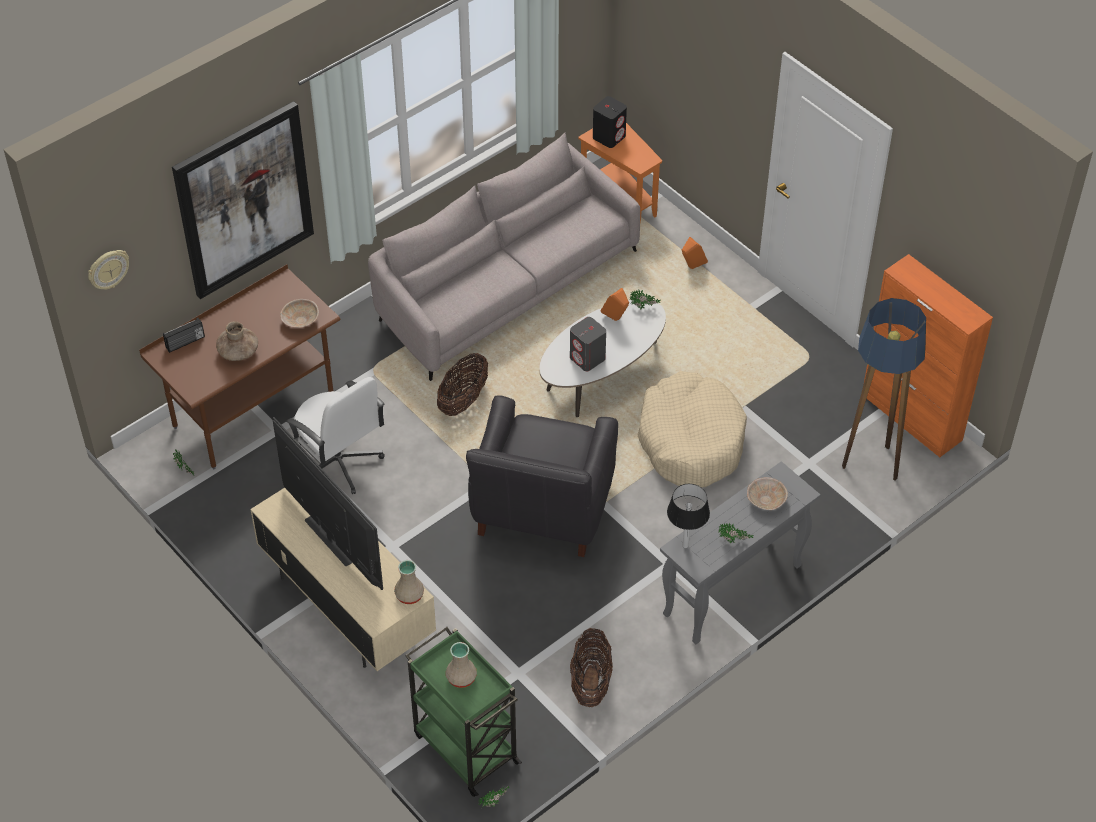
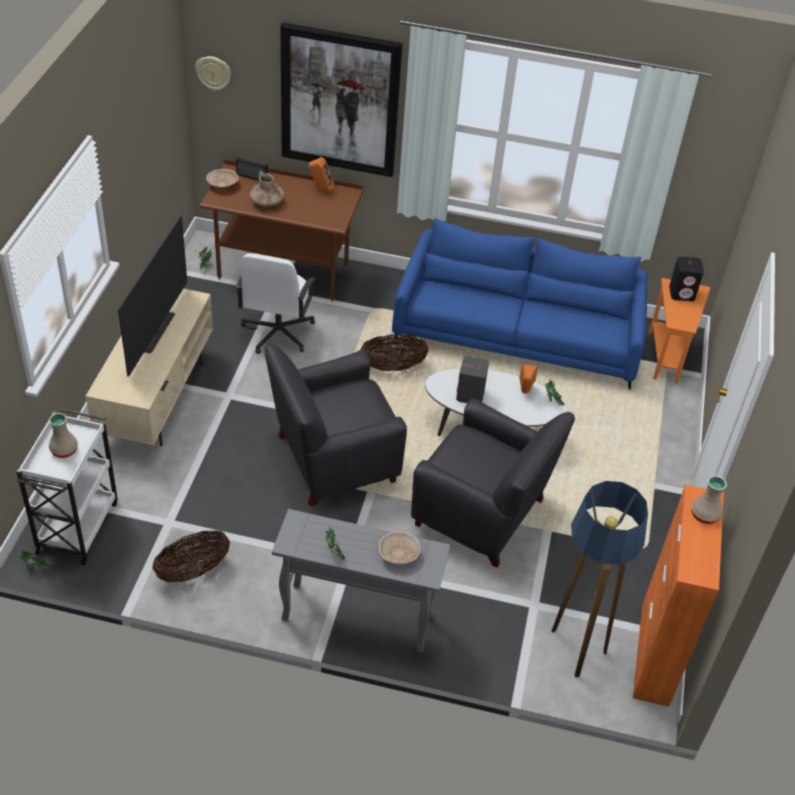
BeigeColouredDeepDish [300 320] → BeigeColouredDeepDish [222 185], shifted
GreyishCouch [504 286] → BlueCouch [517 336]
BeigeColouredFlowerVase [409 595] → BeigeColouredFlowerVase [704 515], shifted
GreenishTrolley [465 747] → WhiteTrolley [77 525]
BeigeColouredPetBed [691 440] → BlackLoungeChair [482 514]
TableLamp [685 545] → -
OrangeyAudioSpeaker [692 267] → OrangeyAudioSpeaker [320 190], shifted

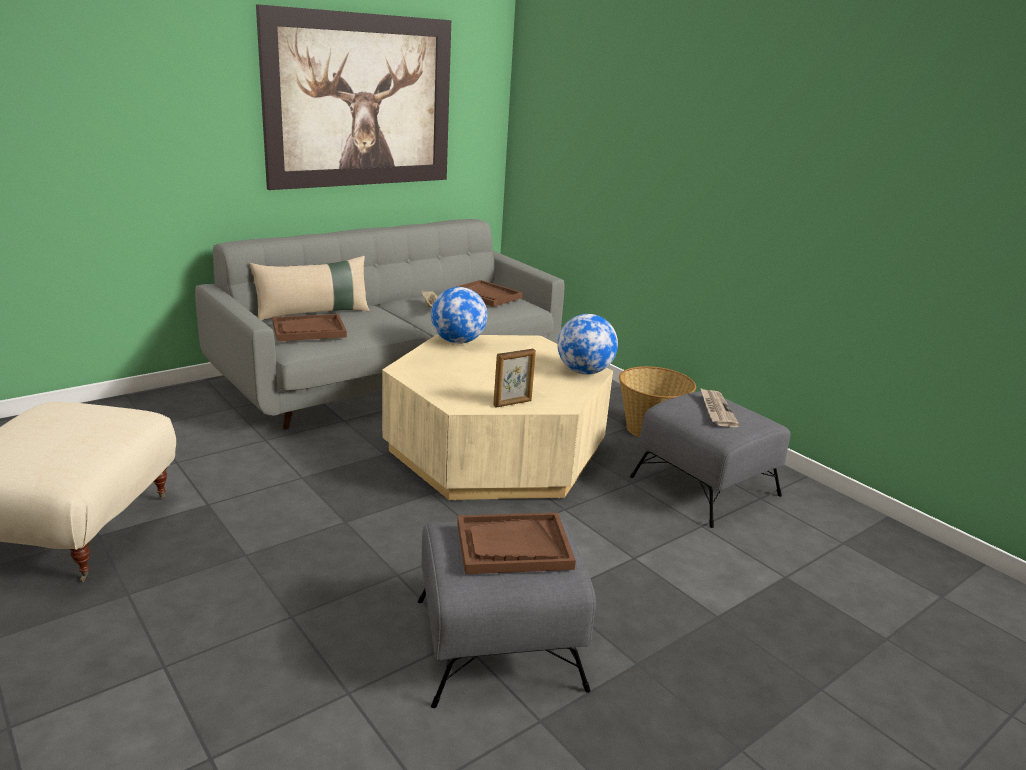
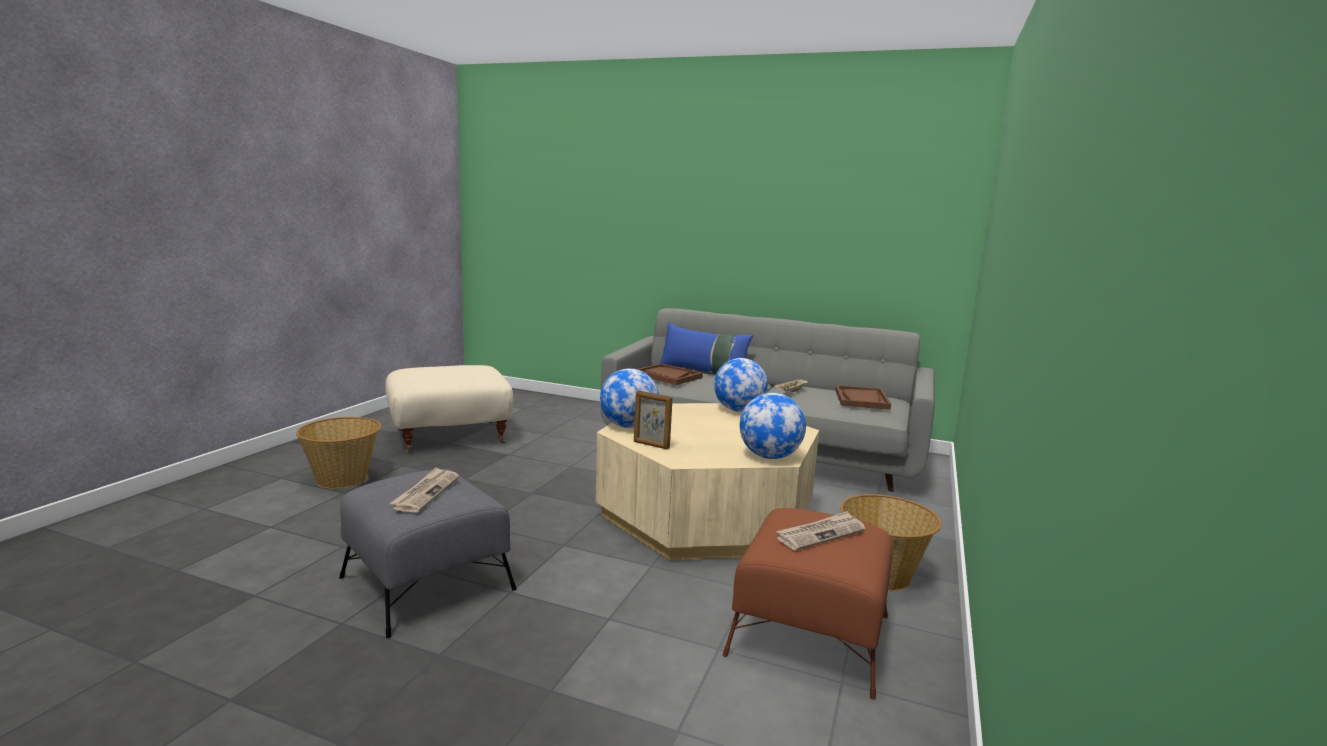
BeigeColouredPillow [313 313] → BluePillow [703 372]
Picture [360 101] → -
BrownishTray [513 546] → Newspaper [426 492]
GreyishOttoman [705 486] → BrownishOttoman [808 635]
- → Basket [343 479]
- → WorldGlobe [628 426]

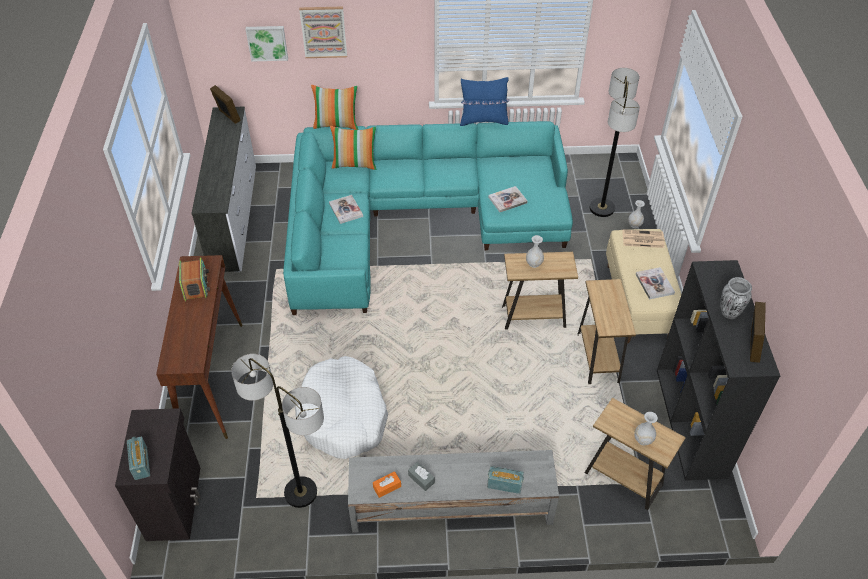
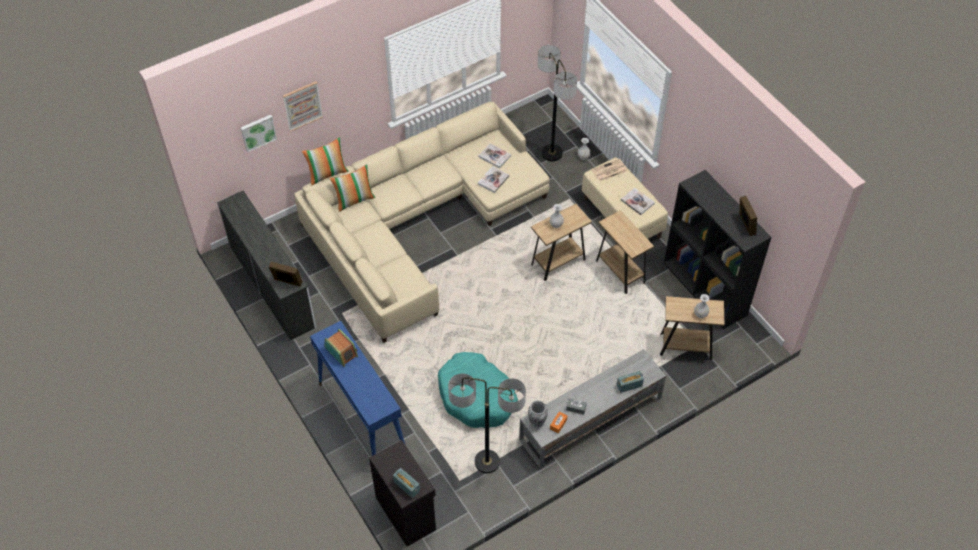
BrownishHallTable [213 378] → BlueHallTable [362 417]
PictureFrame [228 116] → PictureFrame [287 282], shifted
TurquoiseCouch [416 217] → BeigeColouredCouch [418 222]
WhitePetBed [343 415] → TurquoisePetBed [476 396]
Volume [346 210] → Volume [494 156], shifted
BluePillow [483 120] → -
FlowerVase [729 313] → FlowerVase [537 422], shifted

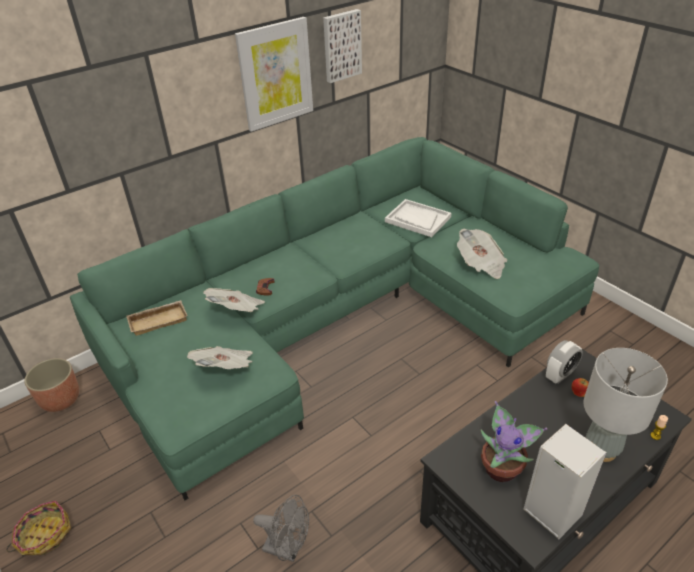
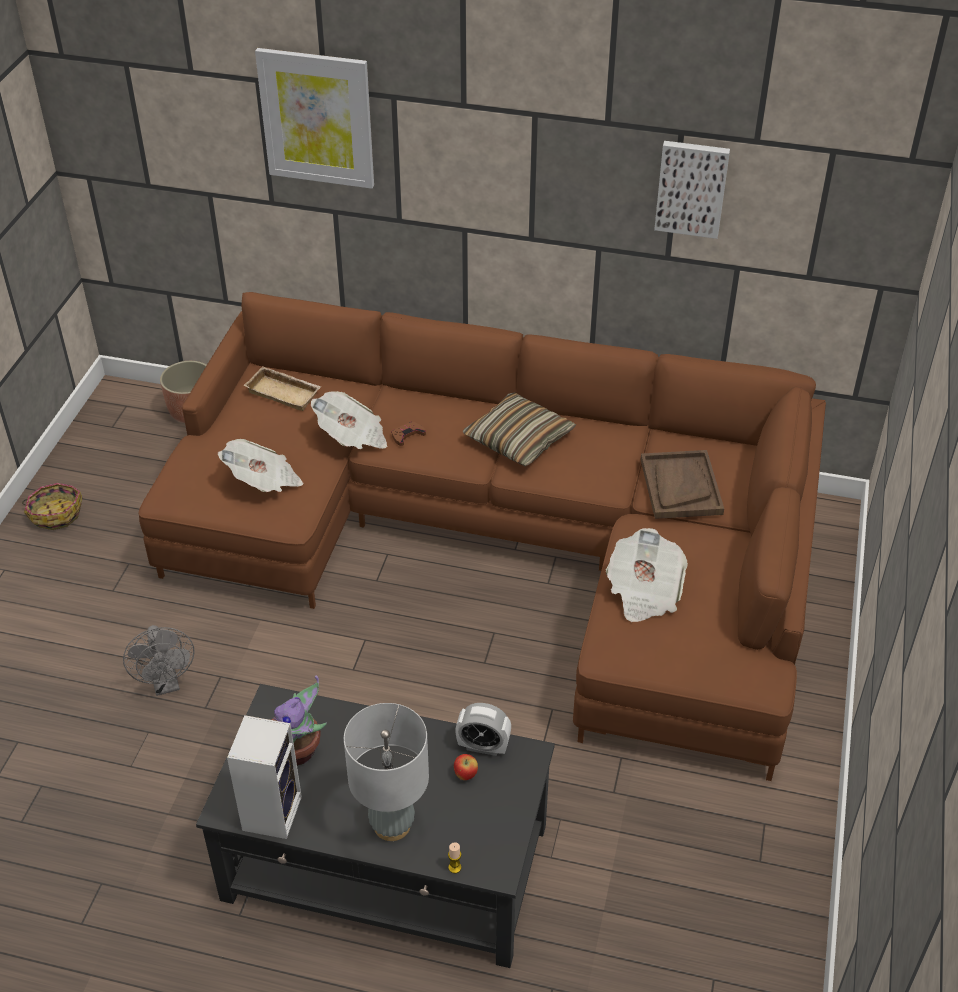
GreenishCouch [344 319] → BrownishCouch [510 545]
Picture [275 74] → Picture [317 118], shifted
WhiteTray [417 219] → BrownishTray [680 486]
- → Pillow [518 439]

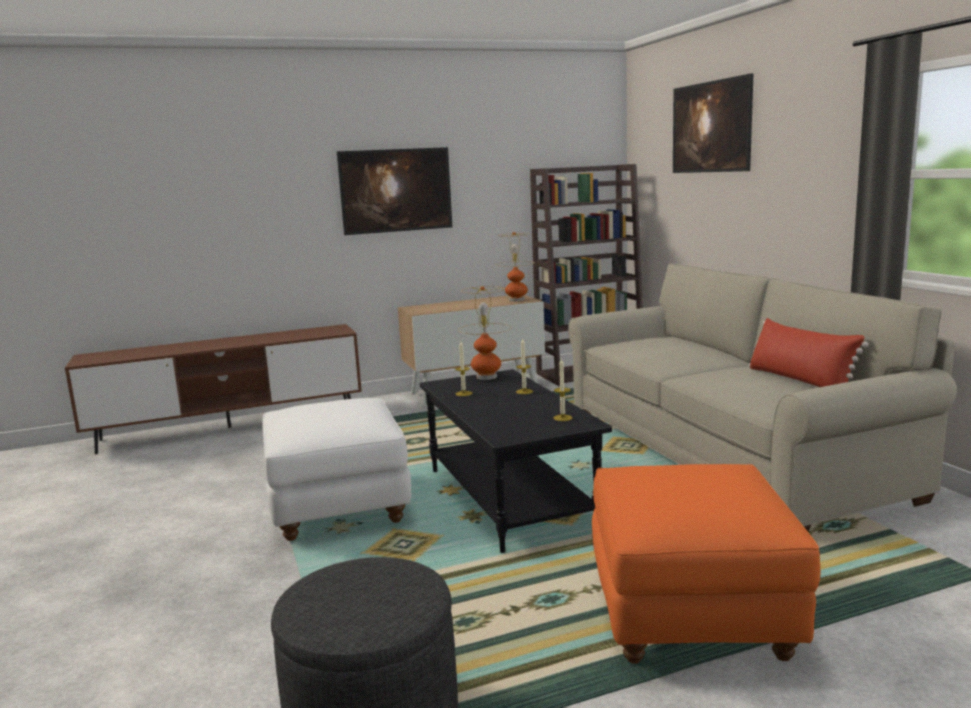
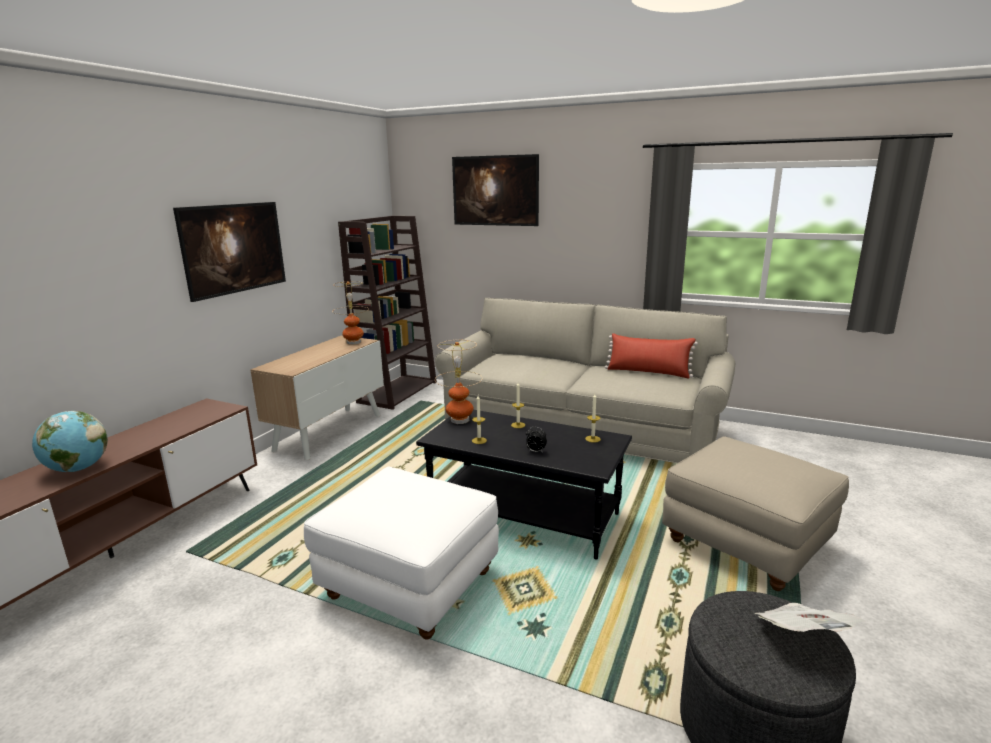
OrangeyOttoman [691 614] → BeigeColouredOttoman [746 544]
- → WorldGlobe [78 469]
- → BedsideClock [535 452]
- → Newspaper [803 637]

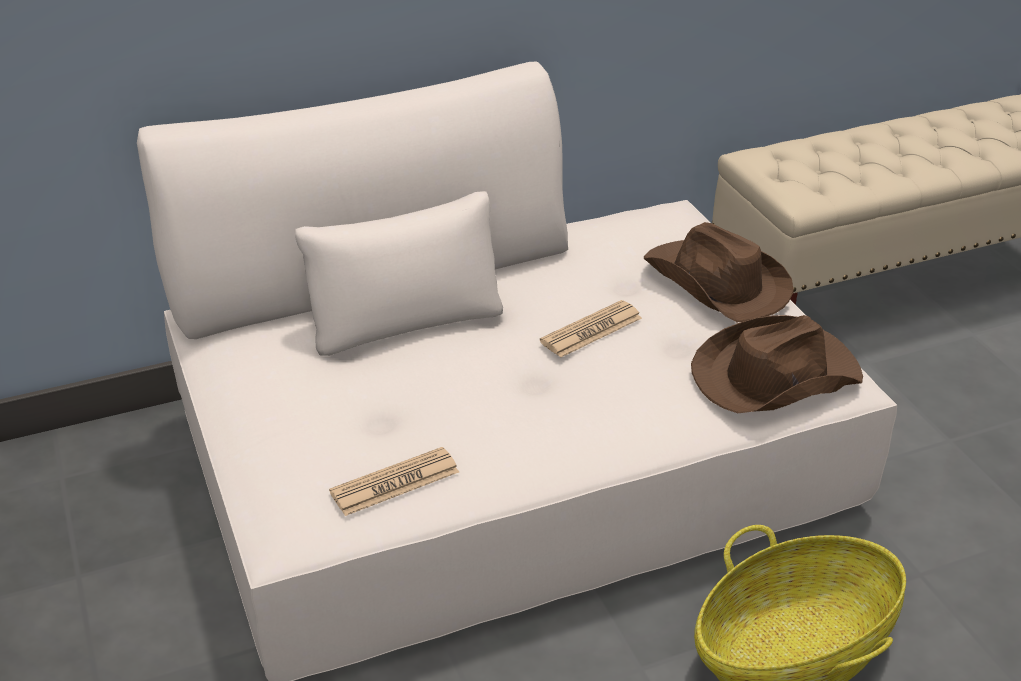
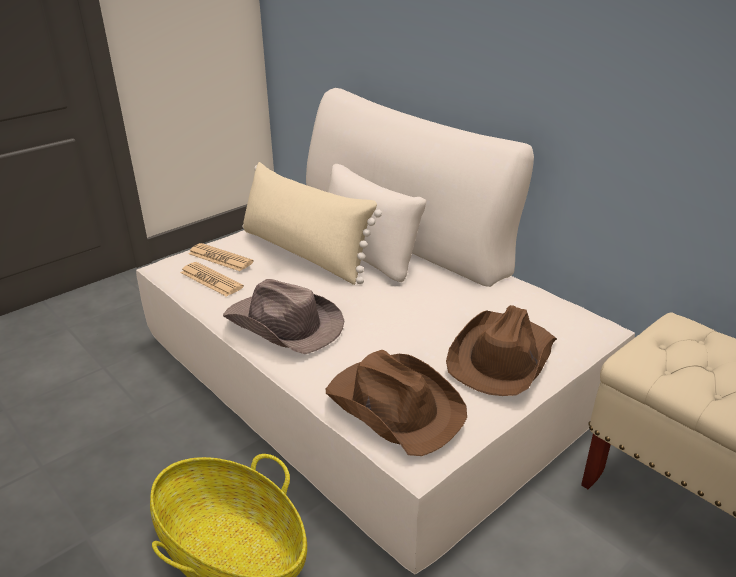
Newspaper [591 330] → Newspaper [220 258], shifted
- → BrownishHat [284 325]
- → BeigeColouredPillow [304 253]

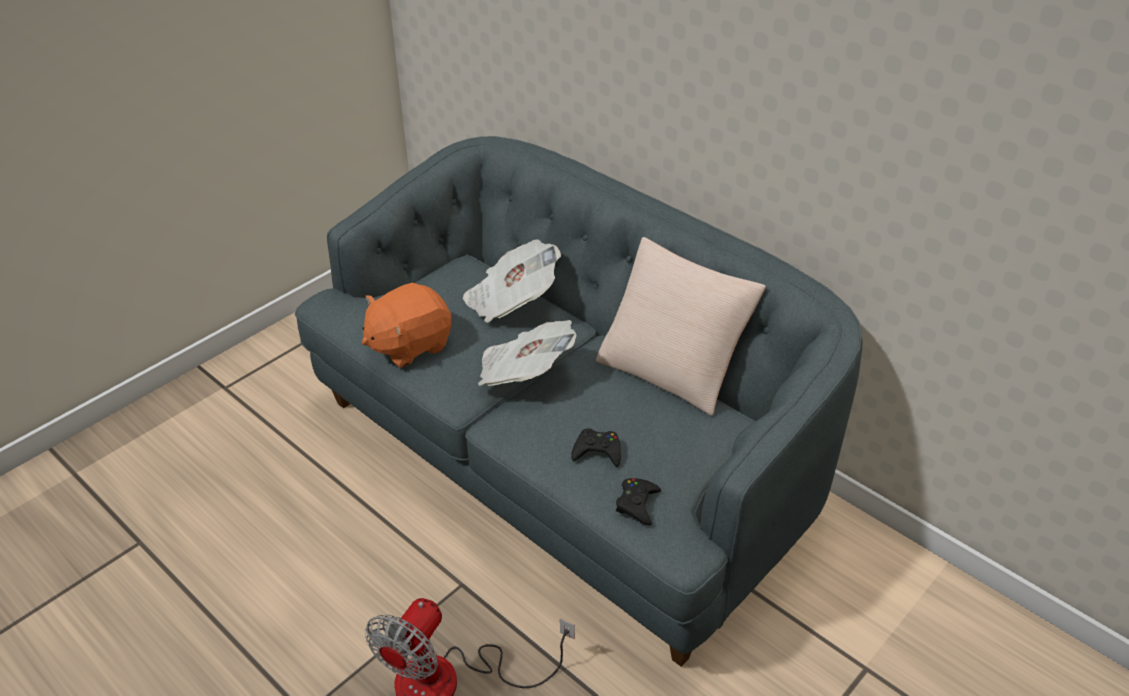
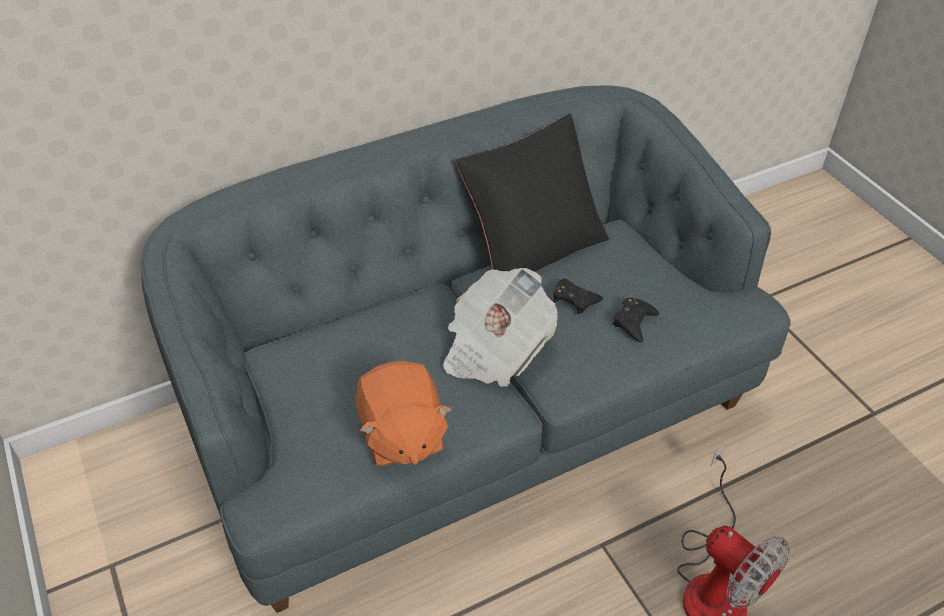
Newspaper [511 300] → -
BeigeColouredPillow [673 366] → BlackPillow [533 243]
BlackGameController [637 504] → BlackGameController [574 299], shifted

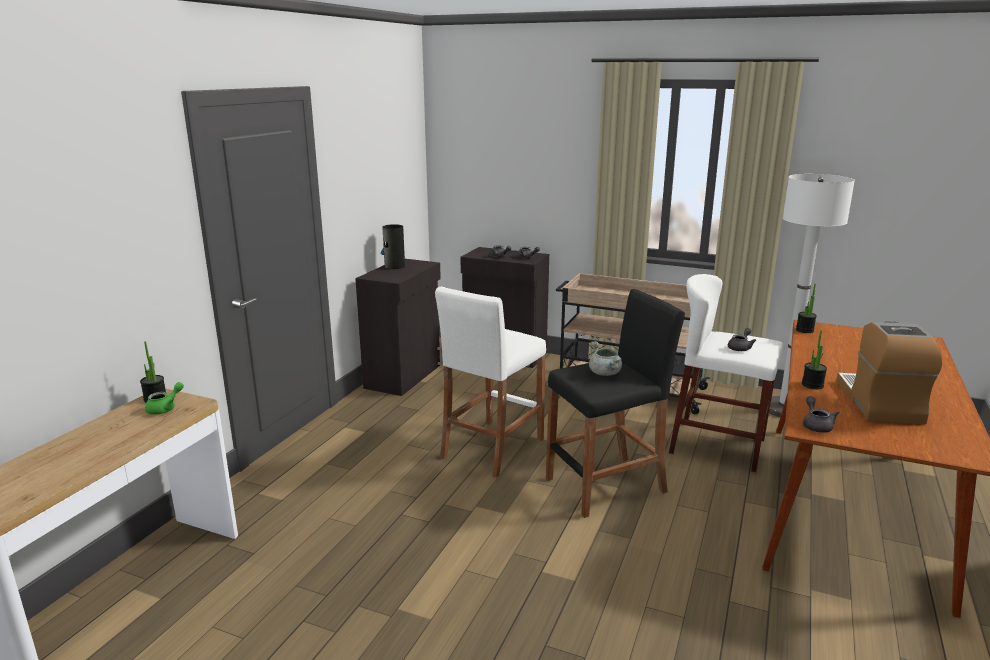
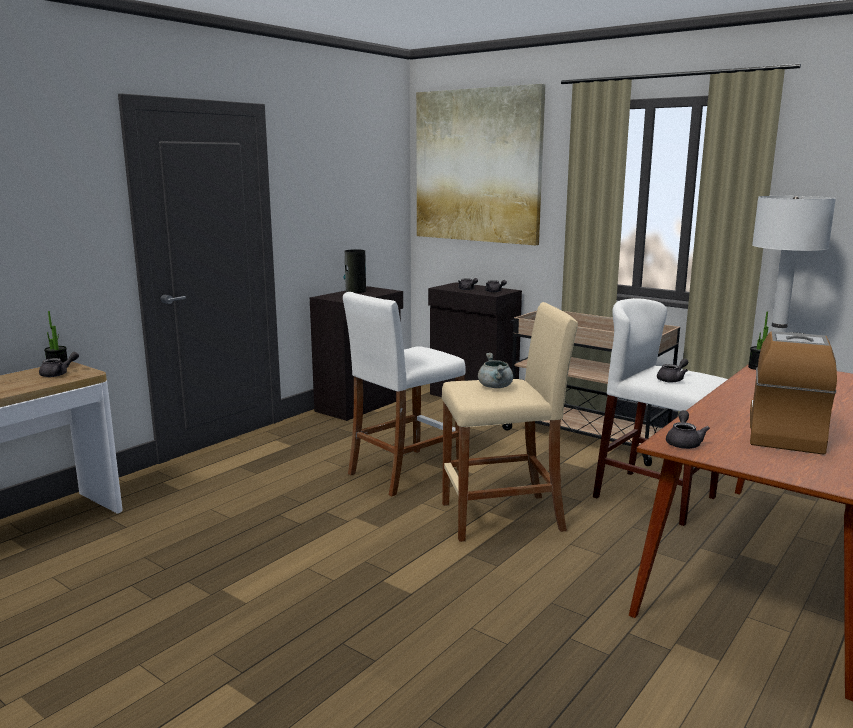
GreenishPotForTea [165 408] → GreyishPotForTea [58 374]
BlackStool [606 485] → BeigeColouredStool [502 517]
Houseplant [812 385] → -
- → Picture [477 166]

